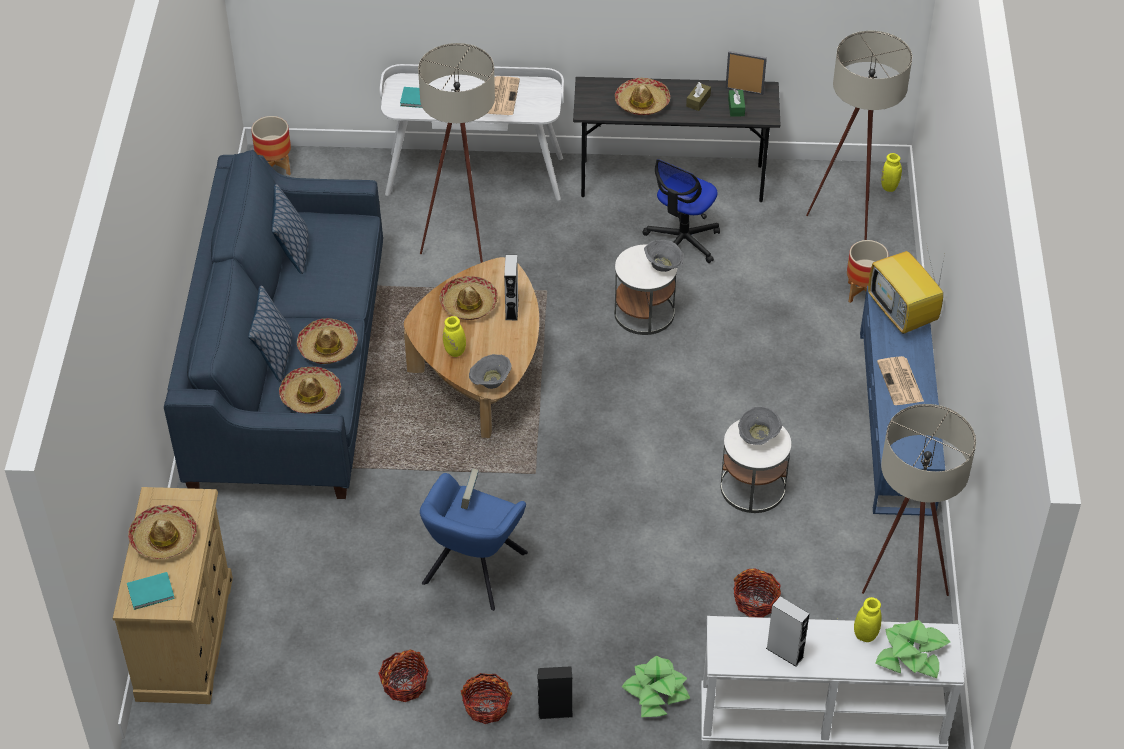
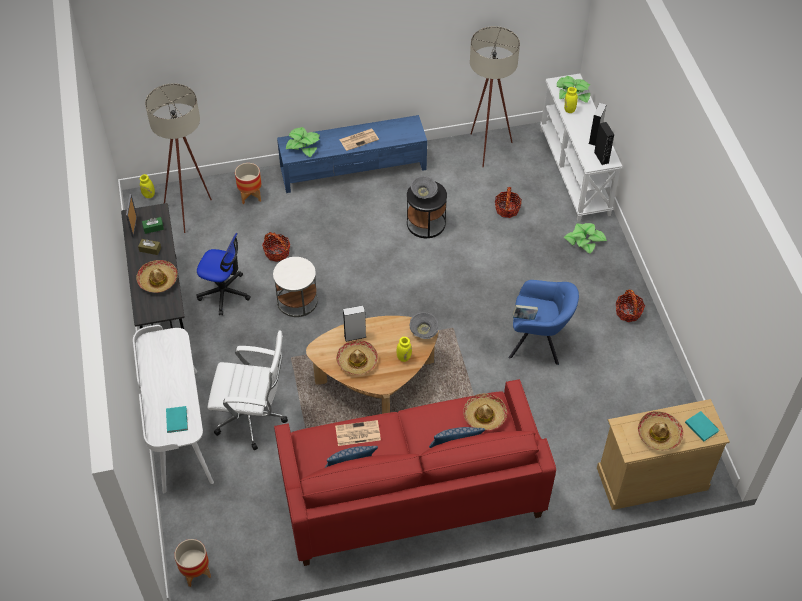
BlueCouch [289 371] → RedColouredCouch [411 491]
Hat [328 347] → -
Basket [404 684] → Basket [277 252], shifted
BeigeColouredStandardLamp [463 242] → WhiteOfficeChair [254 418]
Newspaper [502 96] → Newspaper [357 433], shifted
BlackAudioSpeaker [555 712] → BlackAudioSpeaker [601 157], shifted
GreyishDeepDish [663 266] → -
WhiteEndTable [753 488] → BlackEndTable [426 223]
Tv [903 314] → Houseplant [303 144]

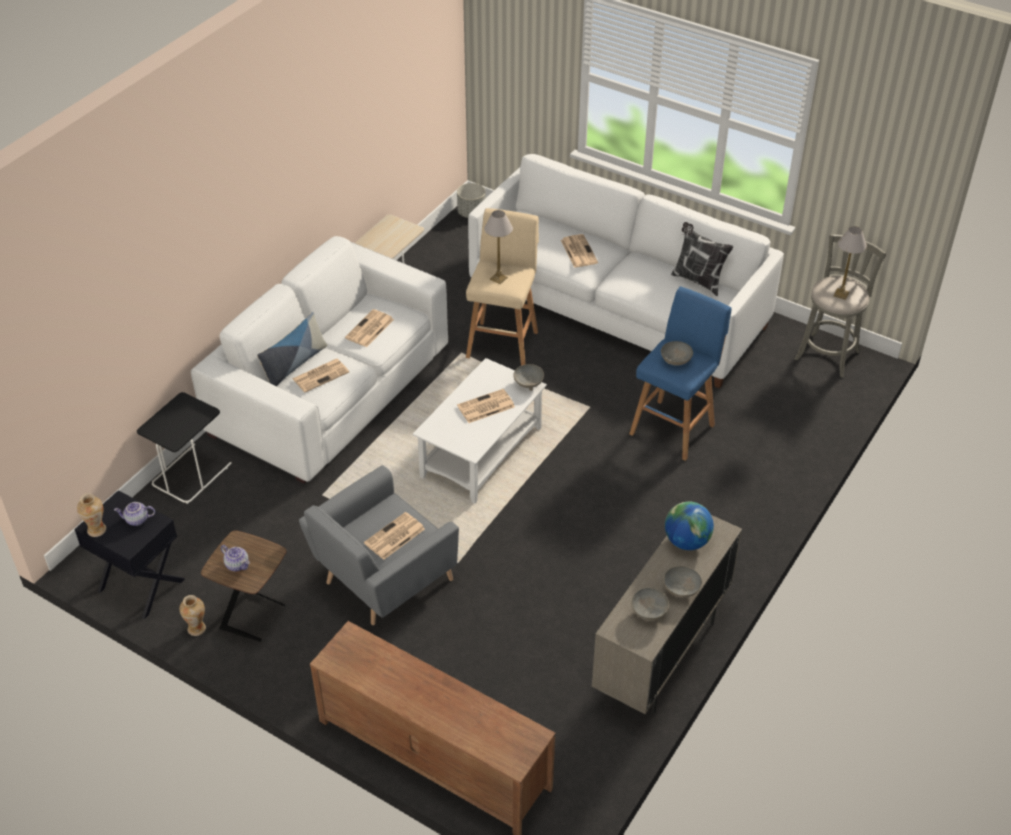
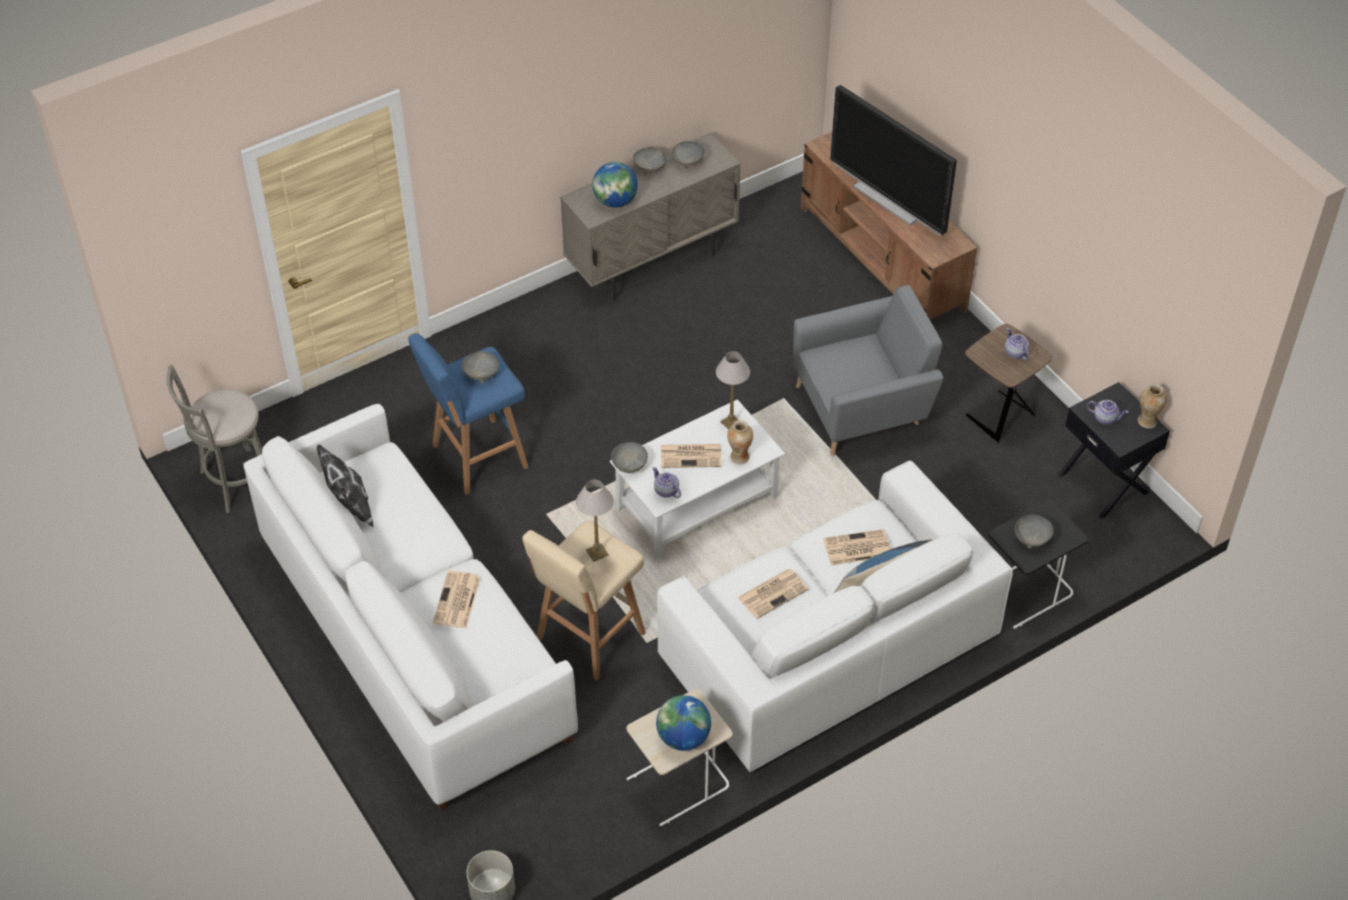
FlowerVase [197 628] → FlowerVase [739 457], shifted
Newspaper [394 537] → -
TableLamp [841 294] → TableLamp [731 423], shifted
- → PotForTea [666 491]
- → WorldGlobe [683 738]
- → Tv [889 200]
- → GreyishDeepDish [1032 539]

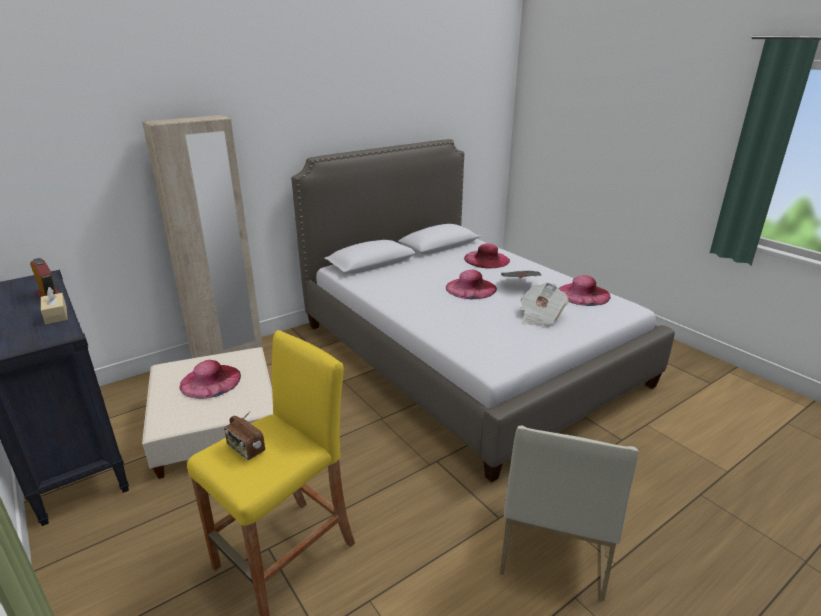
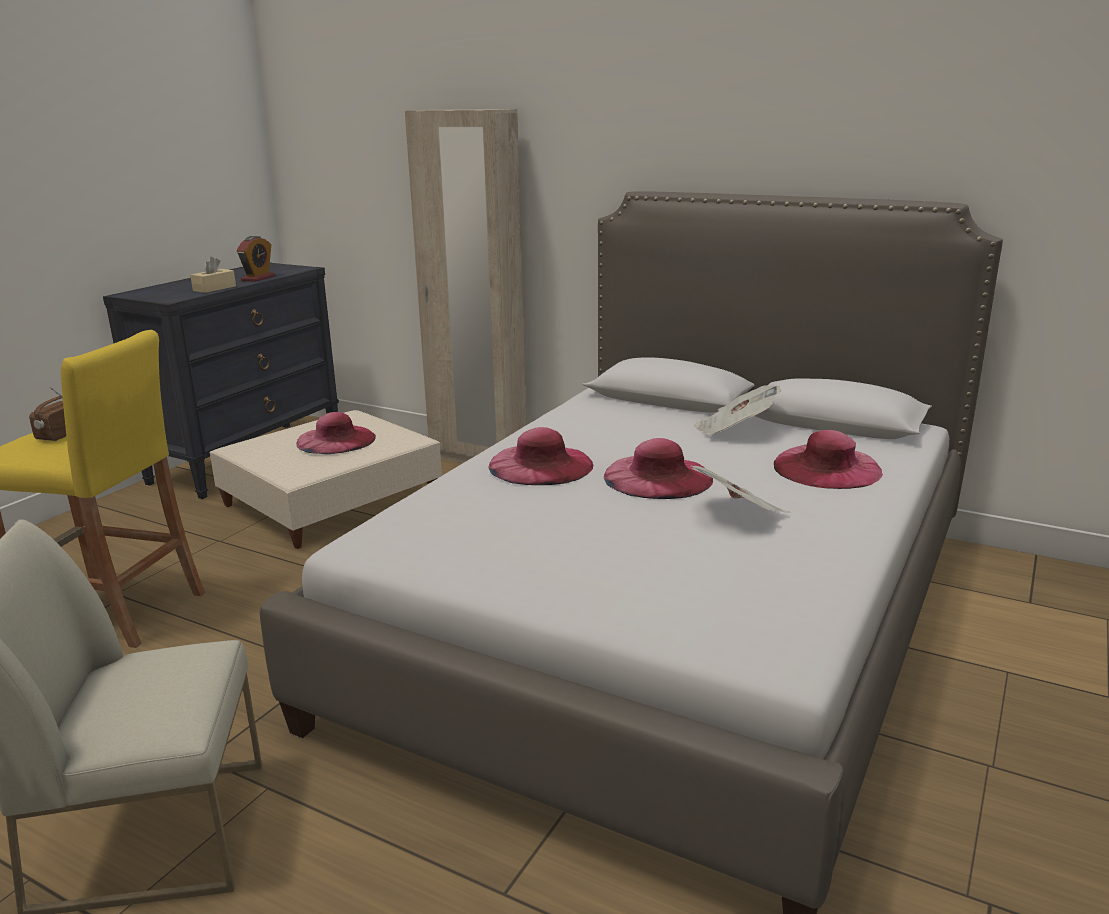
Newspaper [540 316] → Newspaper [734 431], shifted
PinkishHat [583 294] → PinkishHat [540 465], shifted

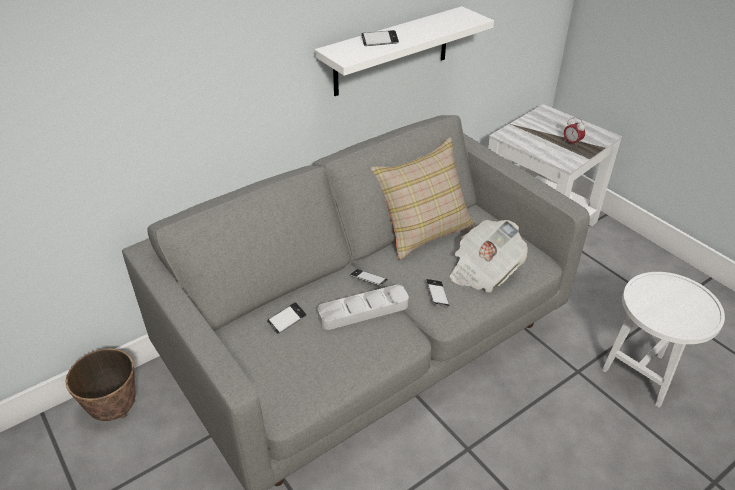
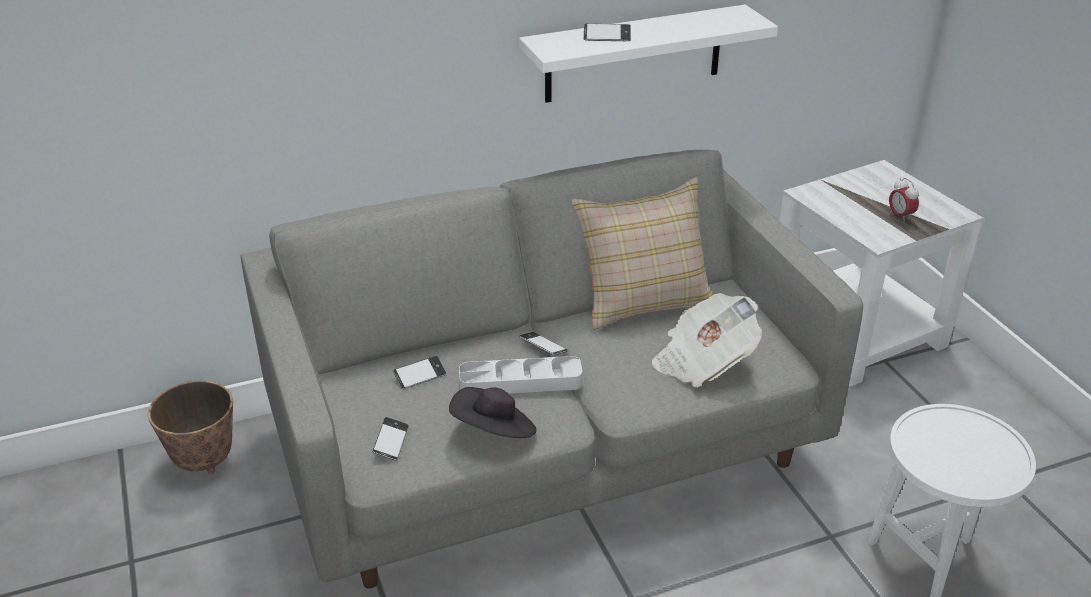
Telephone [437 295] → Telephone [391 442], shifted
- → BlackHat [494 432]

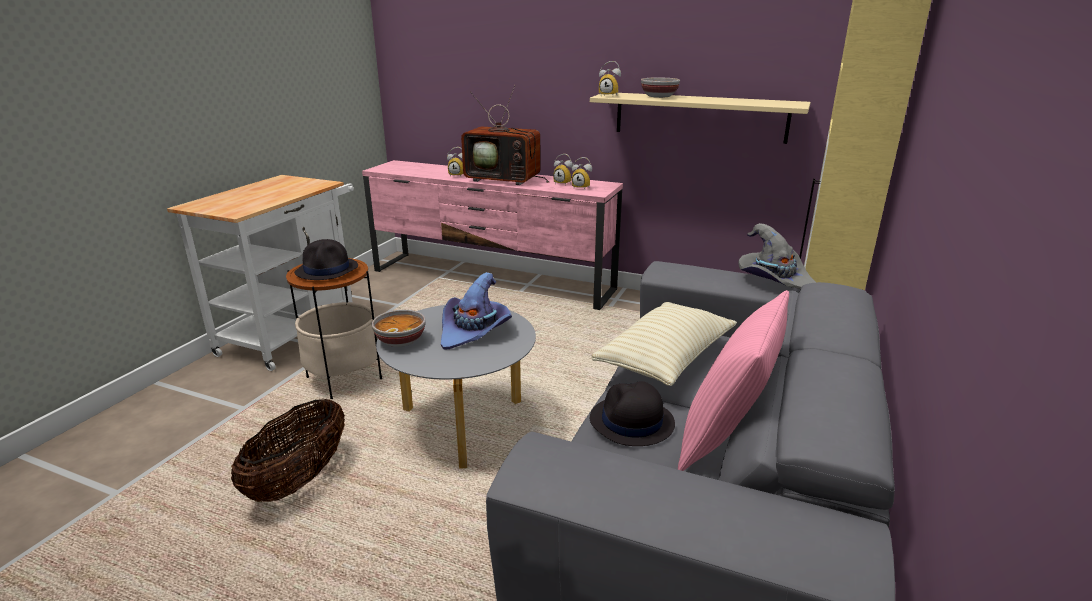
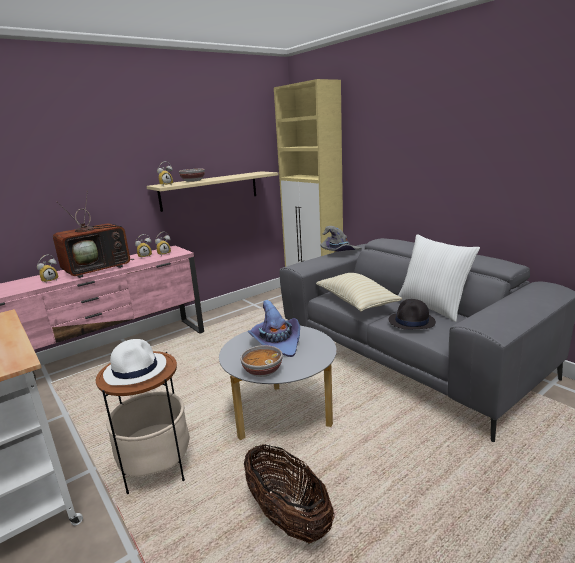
BlackHat [327 270] → WhiteHat [136 369]
PinkishPillow [726 437] → WhitePillow [432 306]

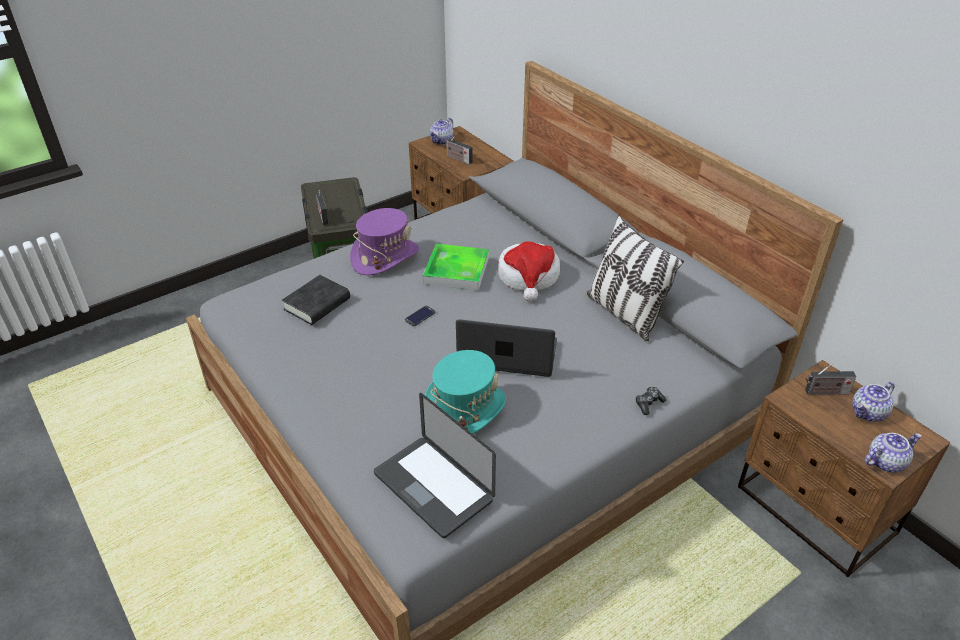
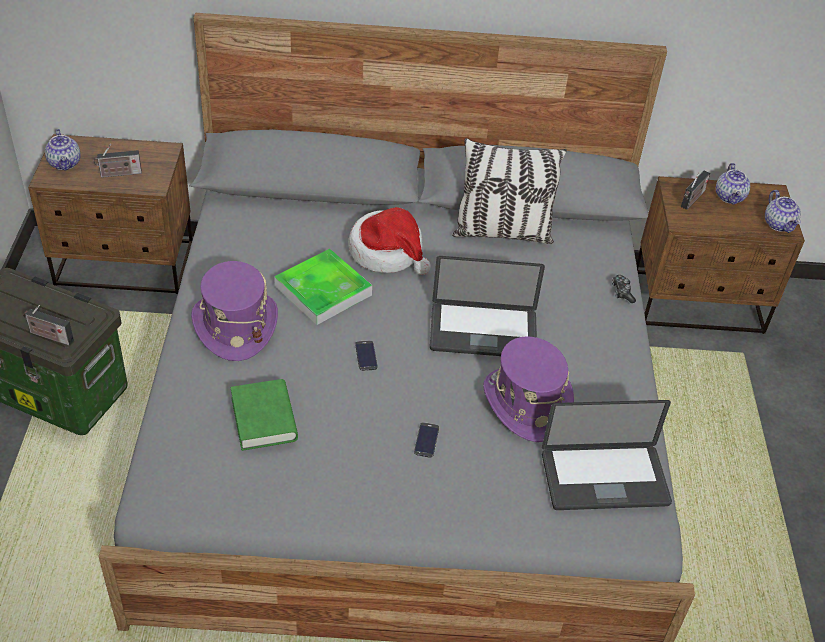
BlackVolume [317 304] → GreenishVolume [264 419]
TurquoiseHat [464 409] → PurpleColouredHat [525 403]
Laptop [507 354] → Laptop [483 332], 135 degrees counterclockwise
PotForTea [885 461] → PotForTea [779 224], 150 degrees clockwise
- → Telephone [426 440]

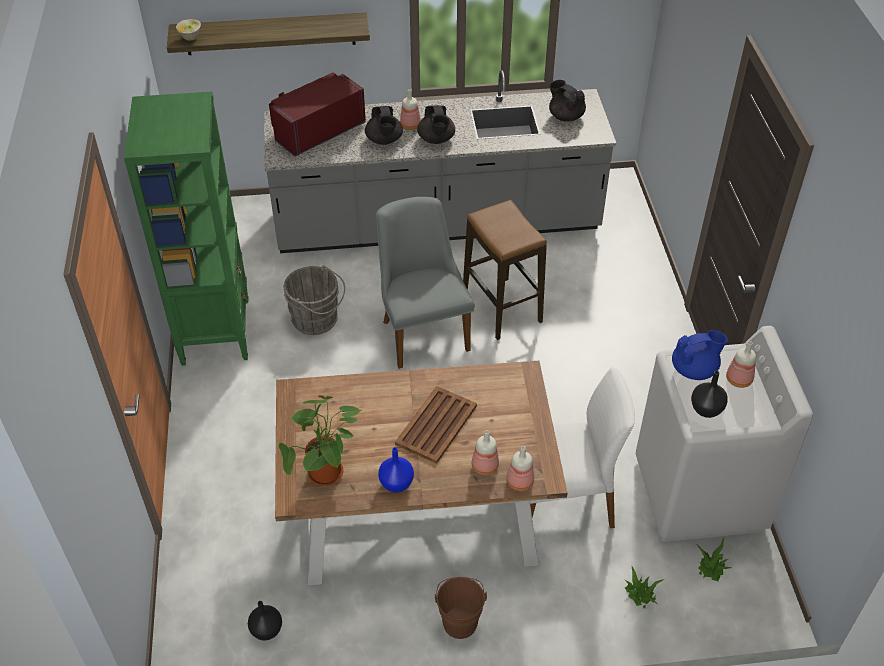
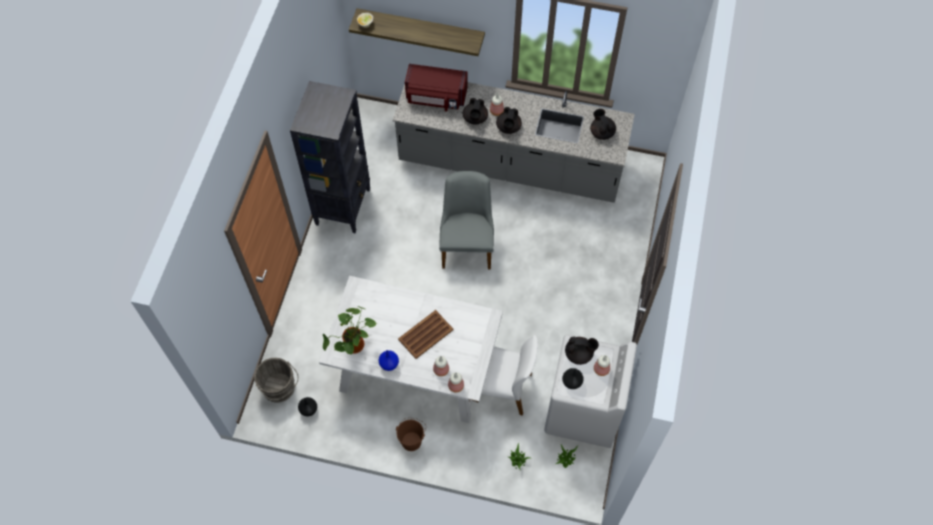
GreenishBookcase [216 331] → BlackBookcase [343 206]
RedColouredKitchenMicrowave [317 131] → RedColouredKitchenMicrowave [436 98], 150 degrees counterclockwise
BrownishDinnerTable [416 512] → WhiteDinnerTable [414 367]
GreyishBucket [317 320] → GreyishBucket [280 389], shifted
Stool [501 308] → -
BluePotForTea [694 370] → BlackPotForTea [579 354]

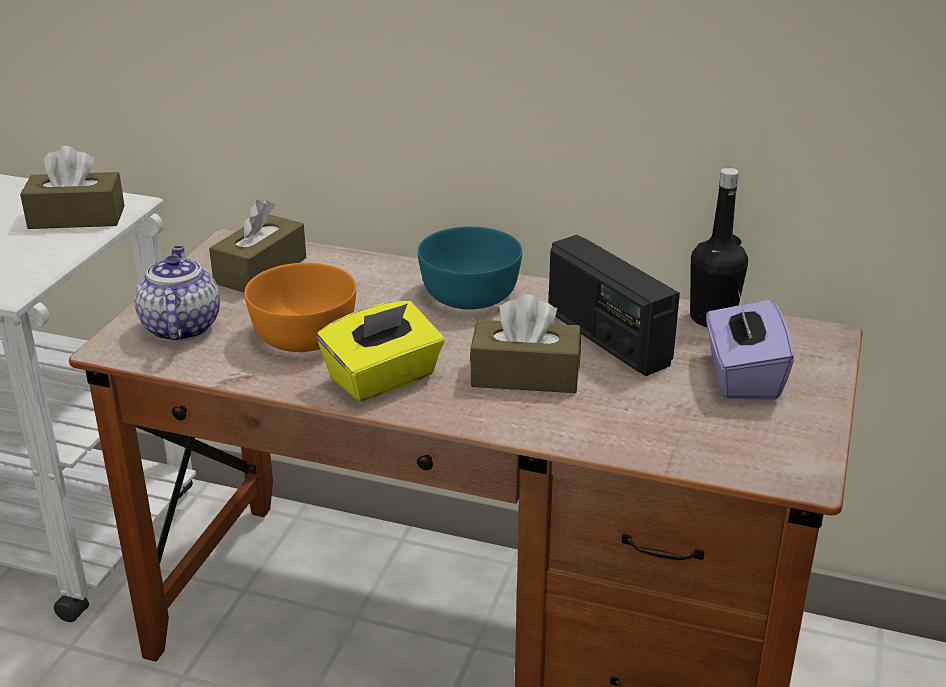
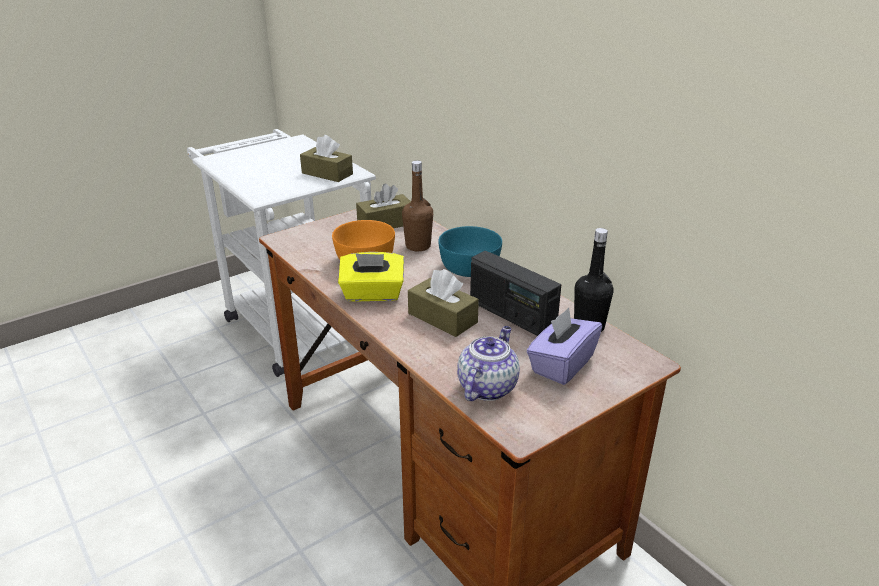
PotForTea [180 327] → PotForTea [487 387], shifted
RadioReceiver [607 339] → RadioReceiver [511 315], 45 degrees counterclockwise
- → BrownishBeverageBottle [418 246]

